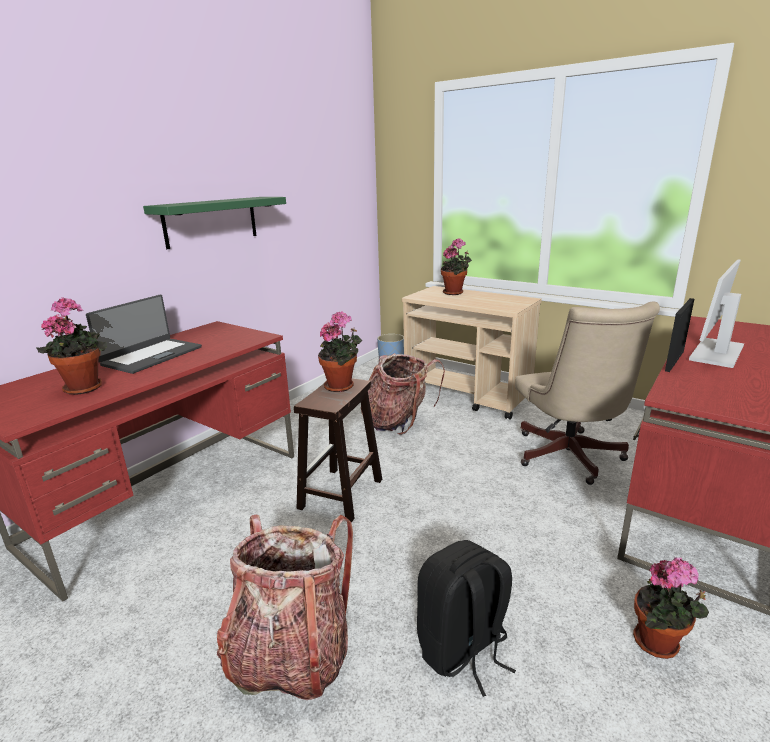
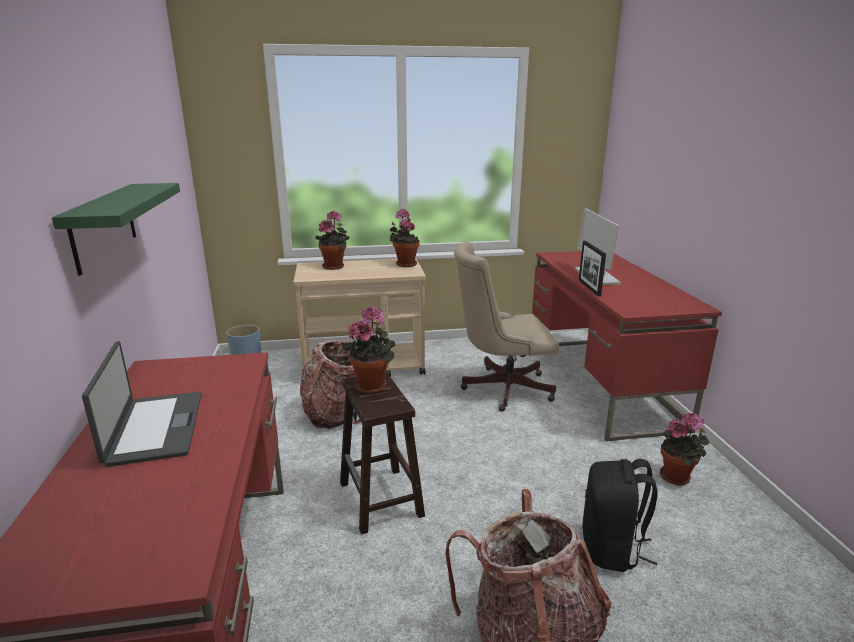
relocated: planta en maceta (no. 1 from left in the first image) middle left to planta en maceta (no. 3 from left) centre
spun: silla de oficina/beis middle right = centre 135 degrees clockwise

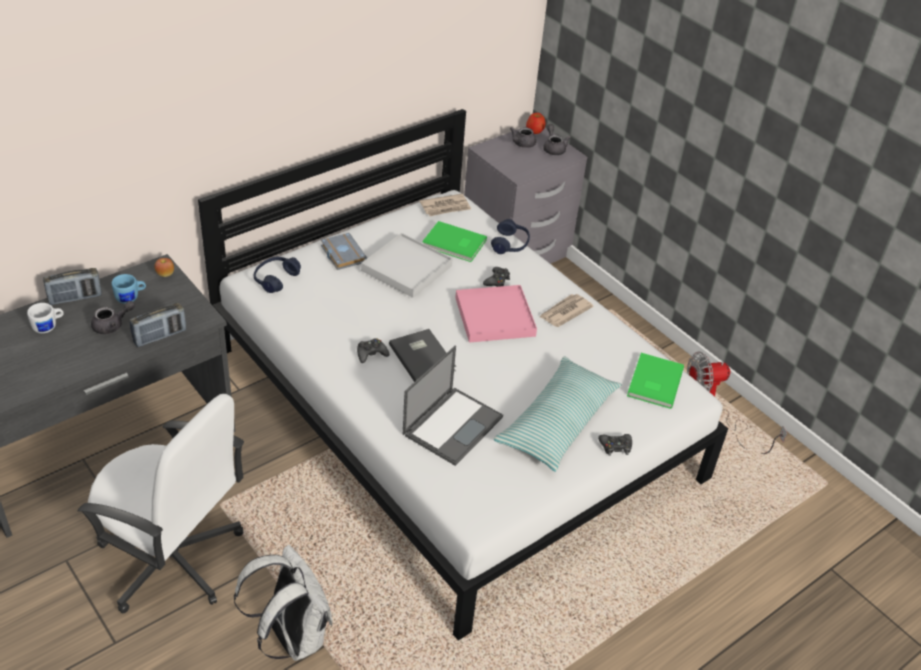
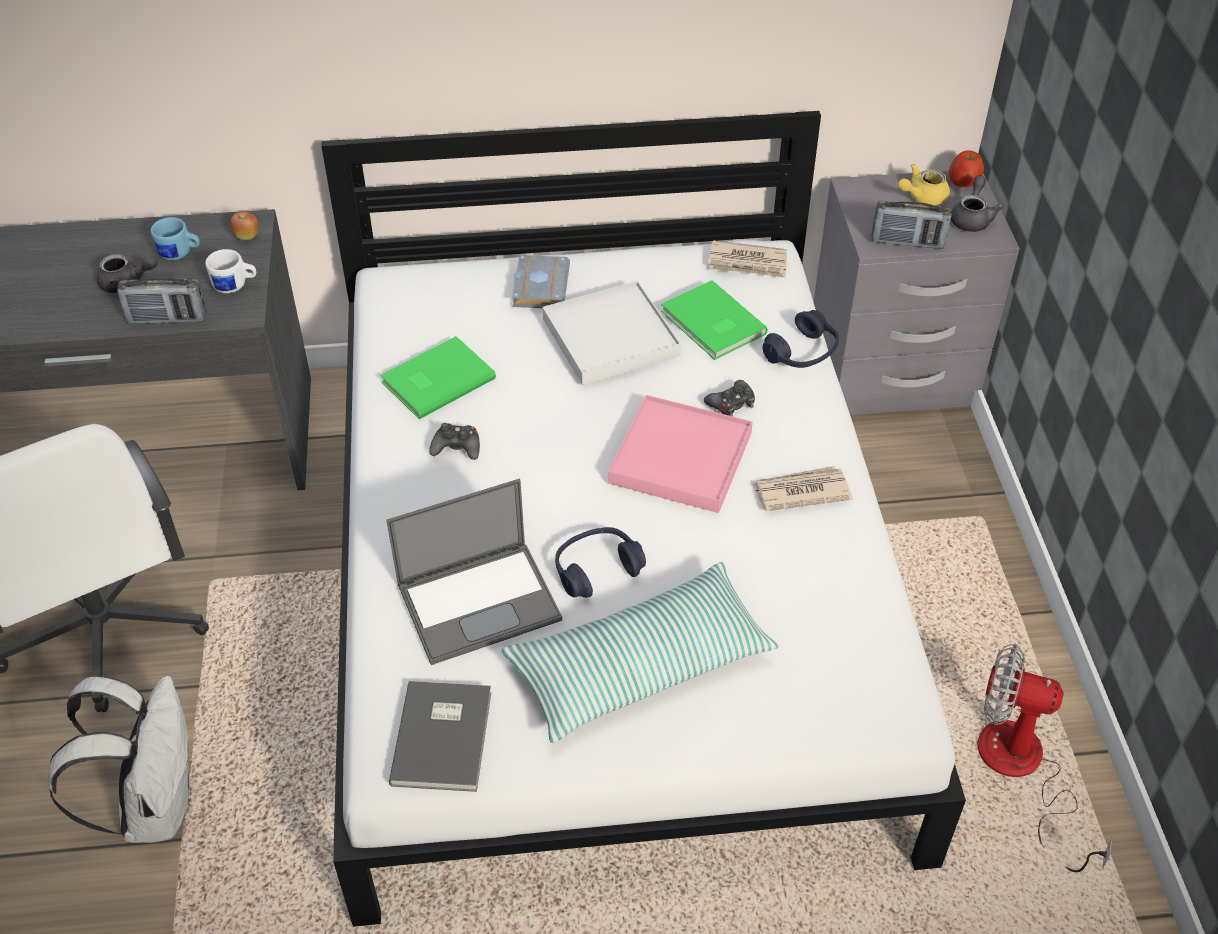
missing: mando de consola/negro (no. 3 from left) middle right
relocated: taza grande/blanco middle left to top left; radio (no. 1 from left in the first image) middle left to radio (no. 2 from left) top right; auriculares/azul (no. 1 from left) middle left to centre; libro/gris (no. 2 from left in the first image) centre to libro/gris (no. 1 from left) bottom centre; libro/verde (no. 2 from left in the first image) middle right to libro/verde (no. 1 from left) centre
colour: tetera/gris (no. 2 from left) top centre to tetera/amarillo top right

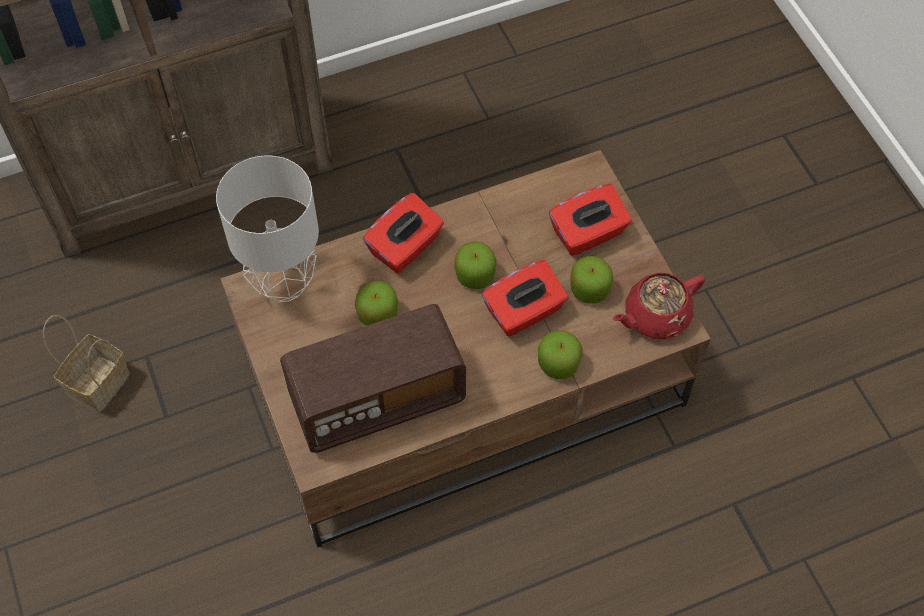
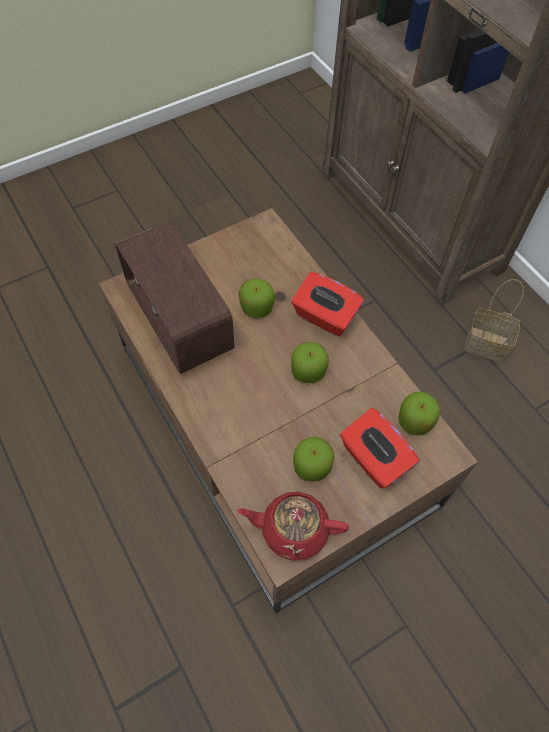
missing: lámpara de mesa/gris middle left; caja de pañuelos/rojo (no. 2 from left) centre
relocated: cesta middle left to middle right; manzana (no. 3 from left in the first image) centre to manzana (no. 4 from left) middle right
spun: tetera/rojo middle right = bottom centre 45 degrees counterclockwise

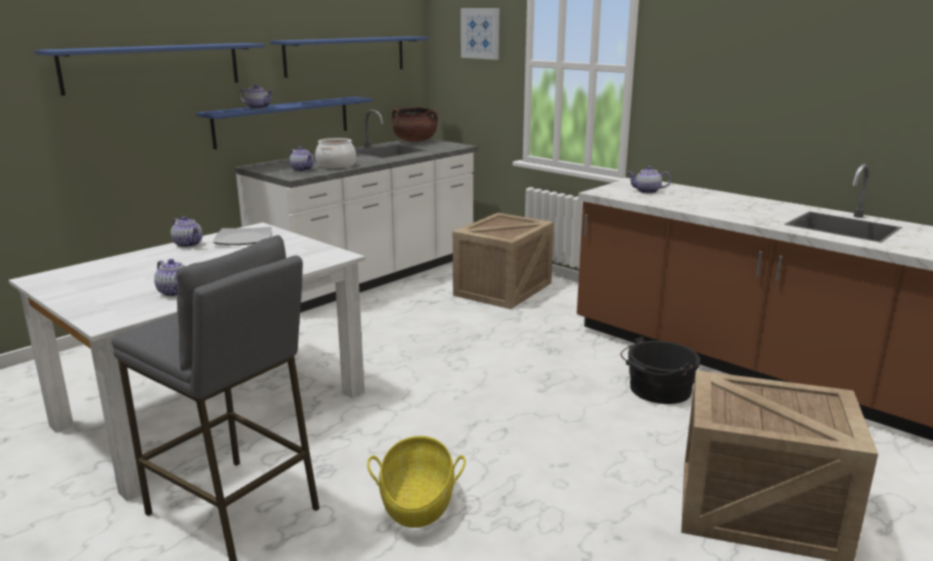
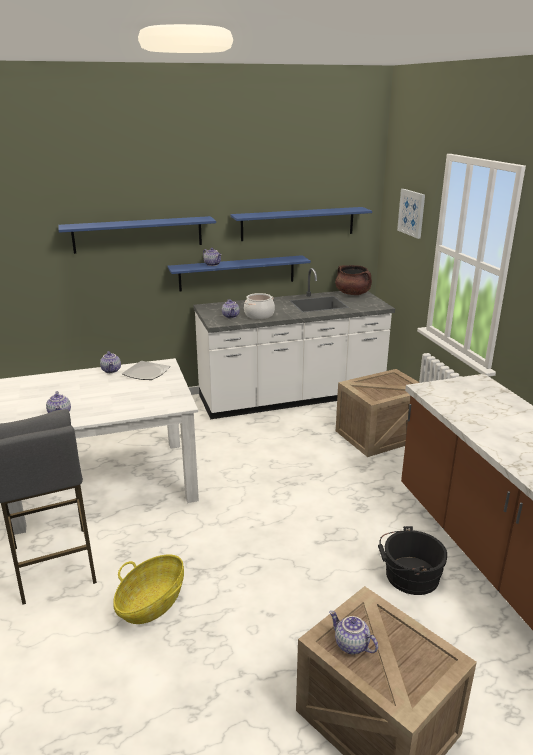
relocated: tetera (no. 5 from left) top right to bottom centre

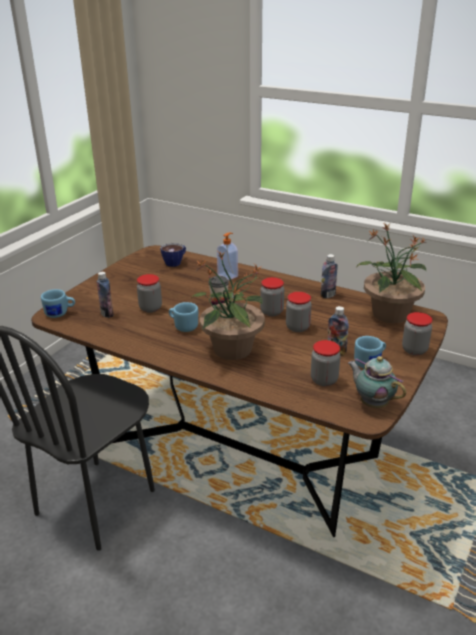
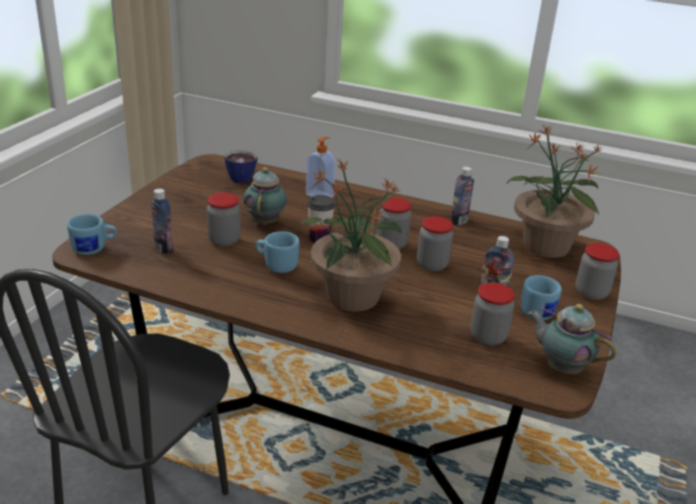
appeared: tetera (no. 1 from left) centre

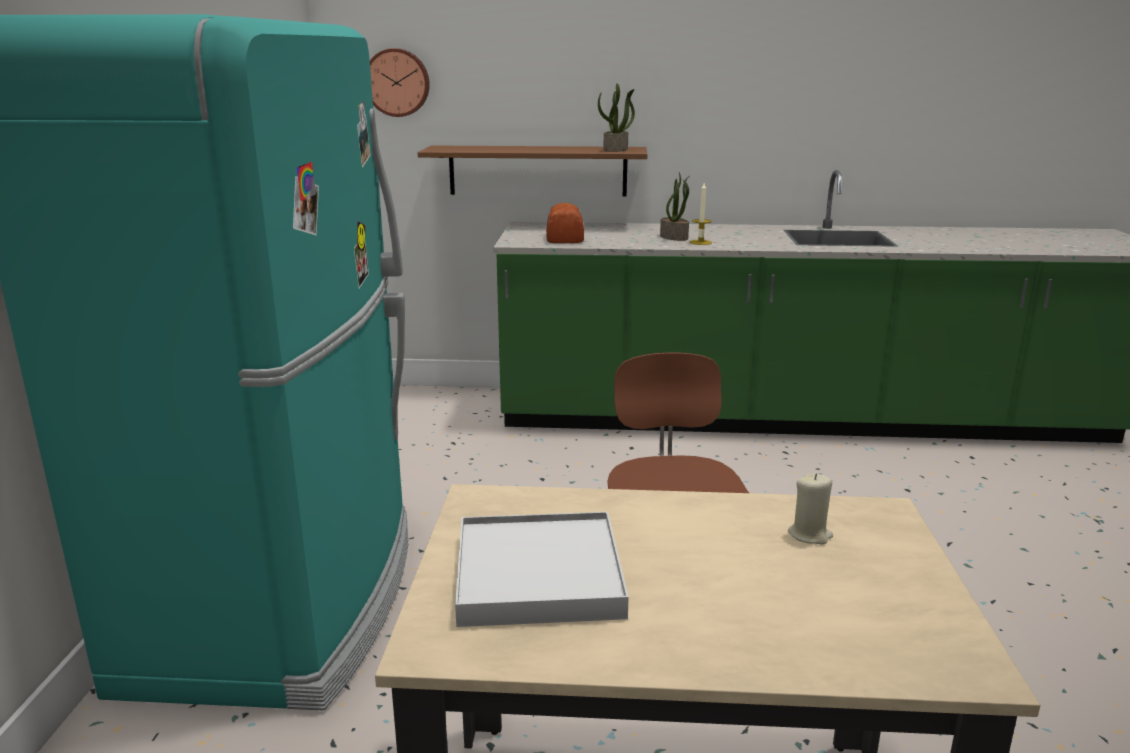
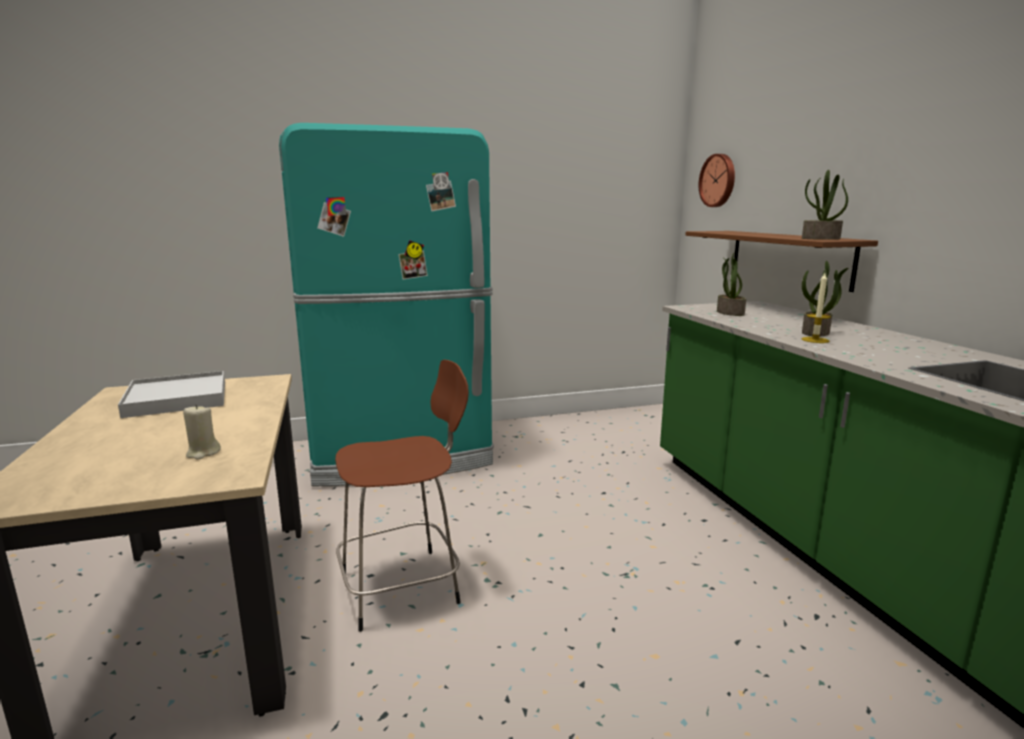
exchanged: pan top centre to planta en maceta (no. 1 from left) middle right

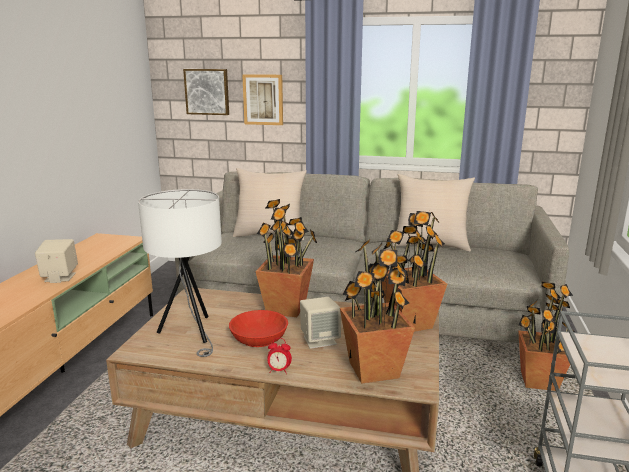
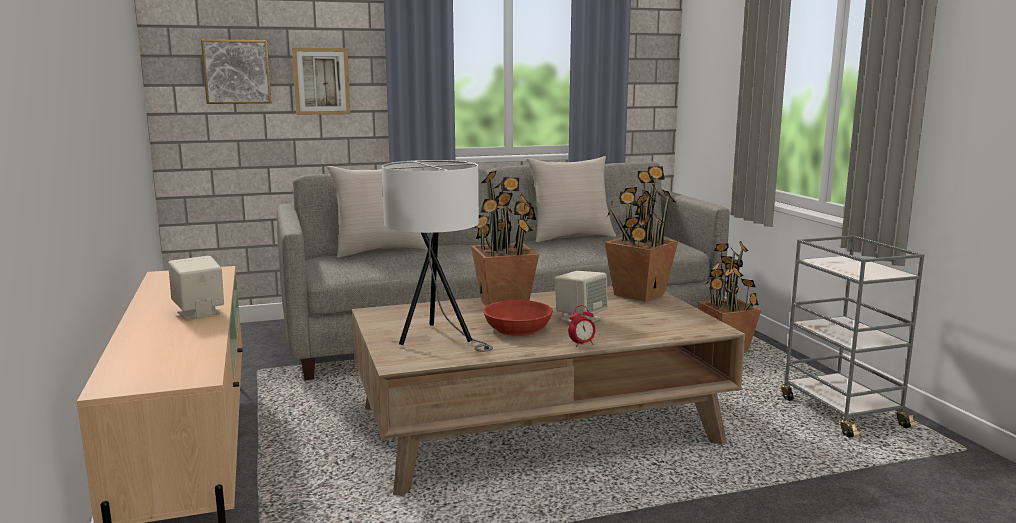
missing: planta en maceta (no. 2 from left) centre

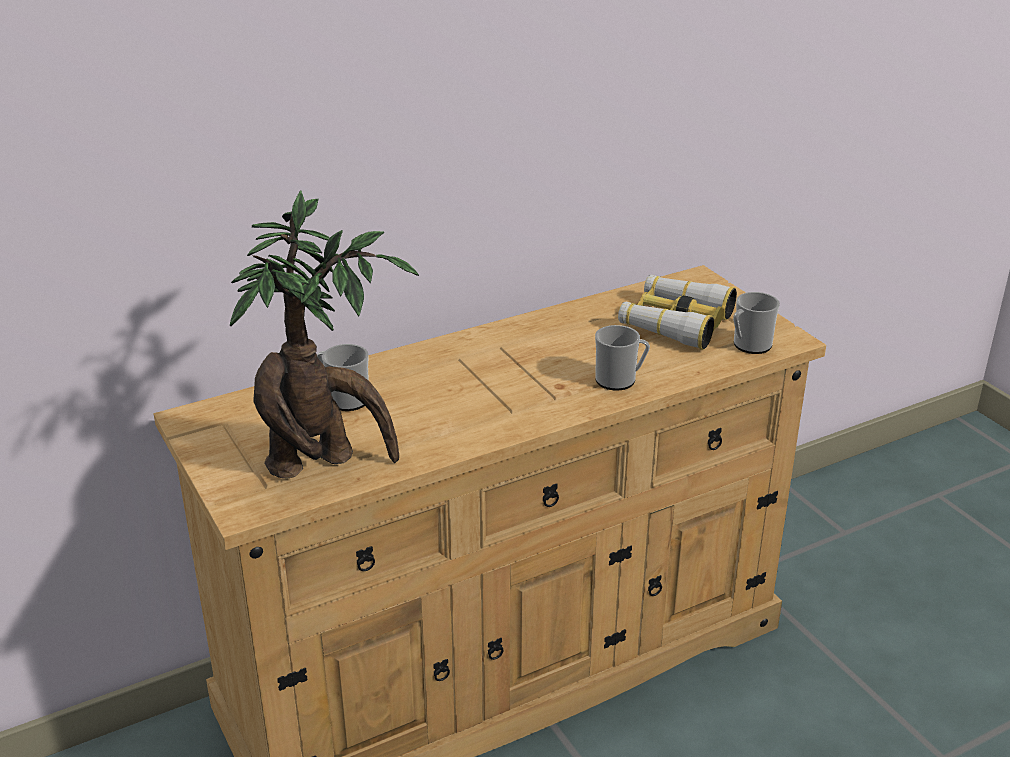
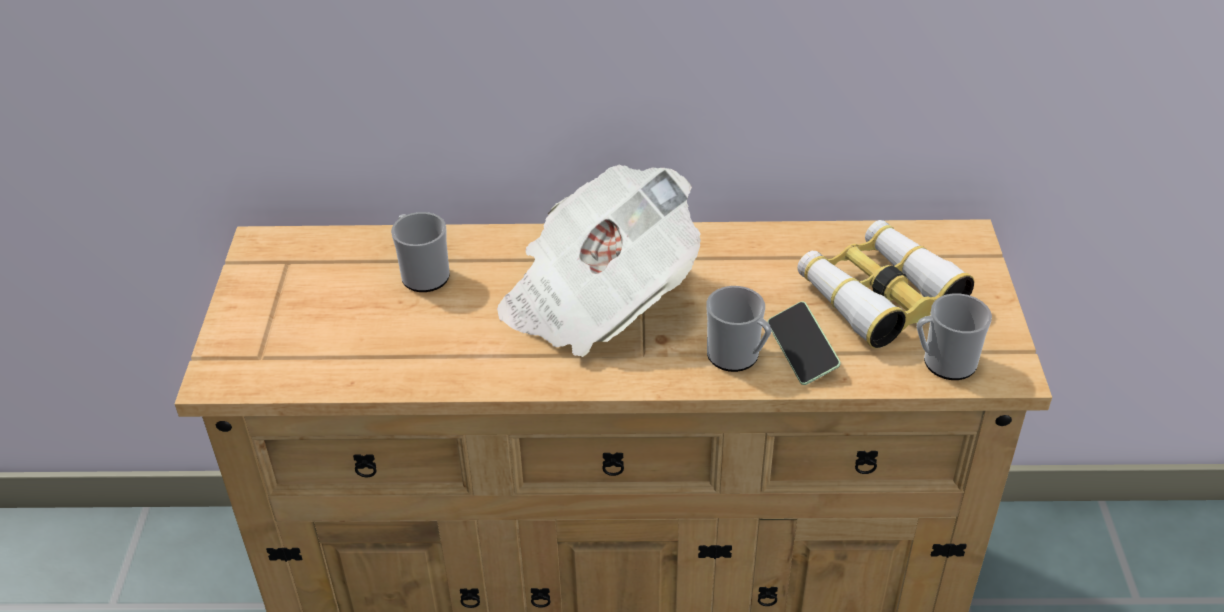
missing: planta en maceta middle left
appeared: periódico centre; móvil centre

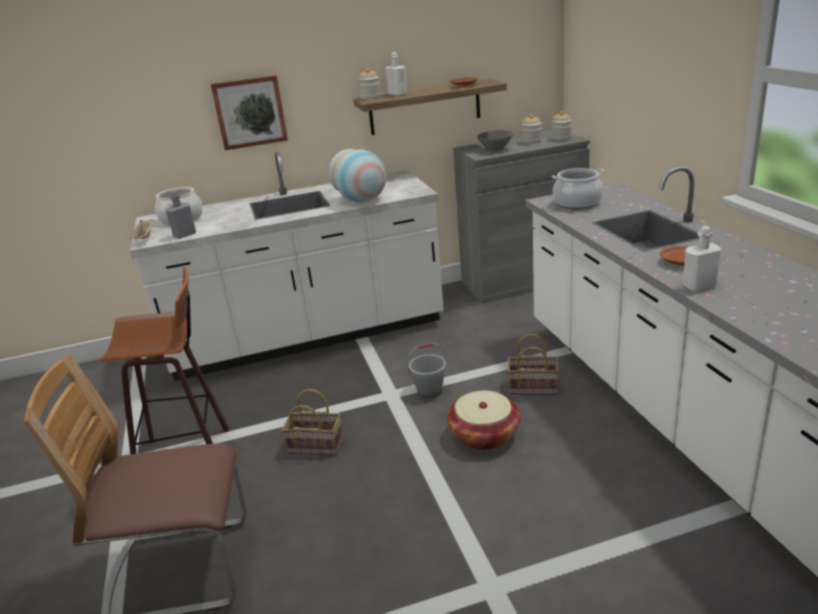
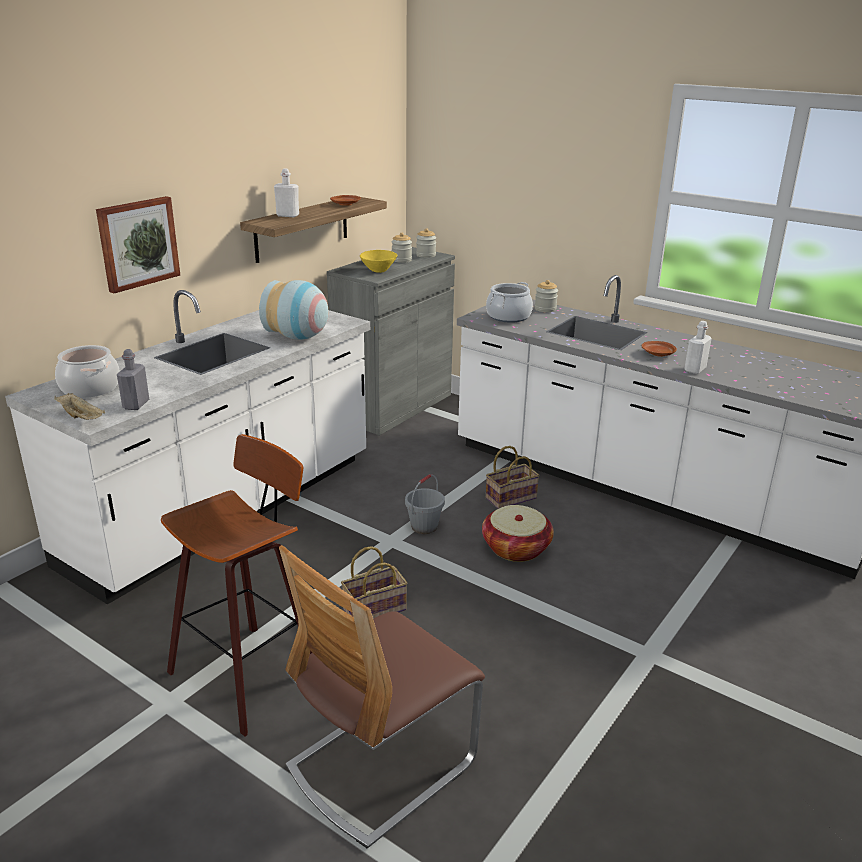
relocated: tarro (no. 1 from left in the first image) top centre to tarro (no. 3 from left) centre
colour: cuenco/gris top centre to cuenco/amarillo top centre

